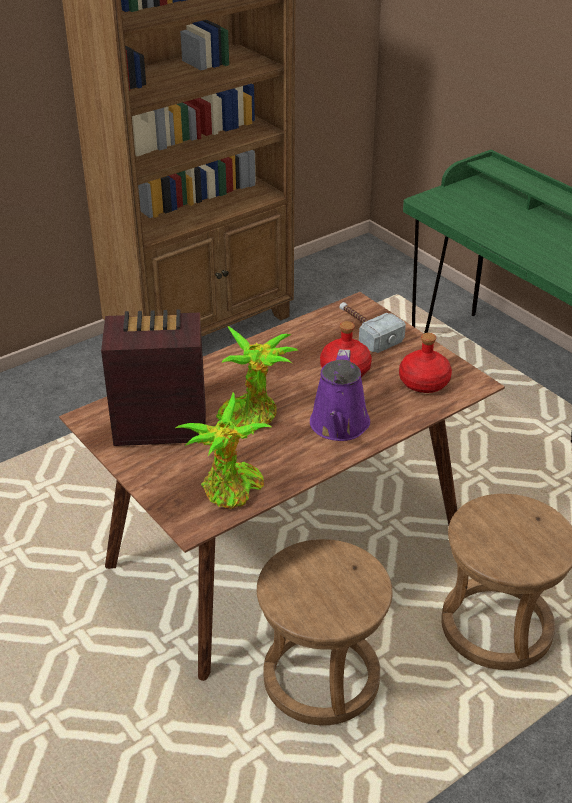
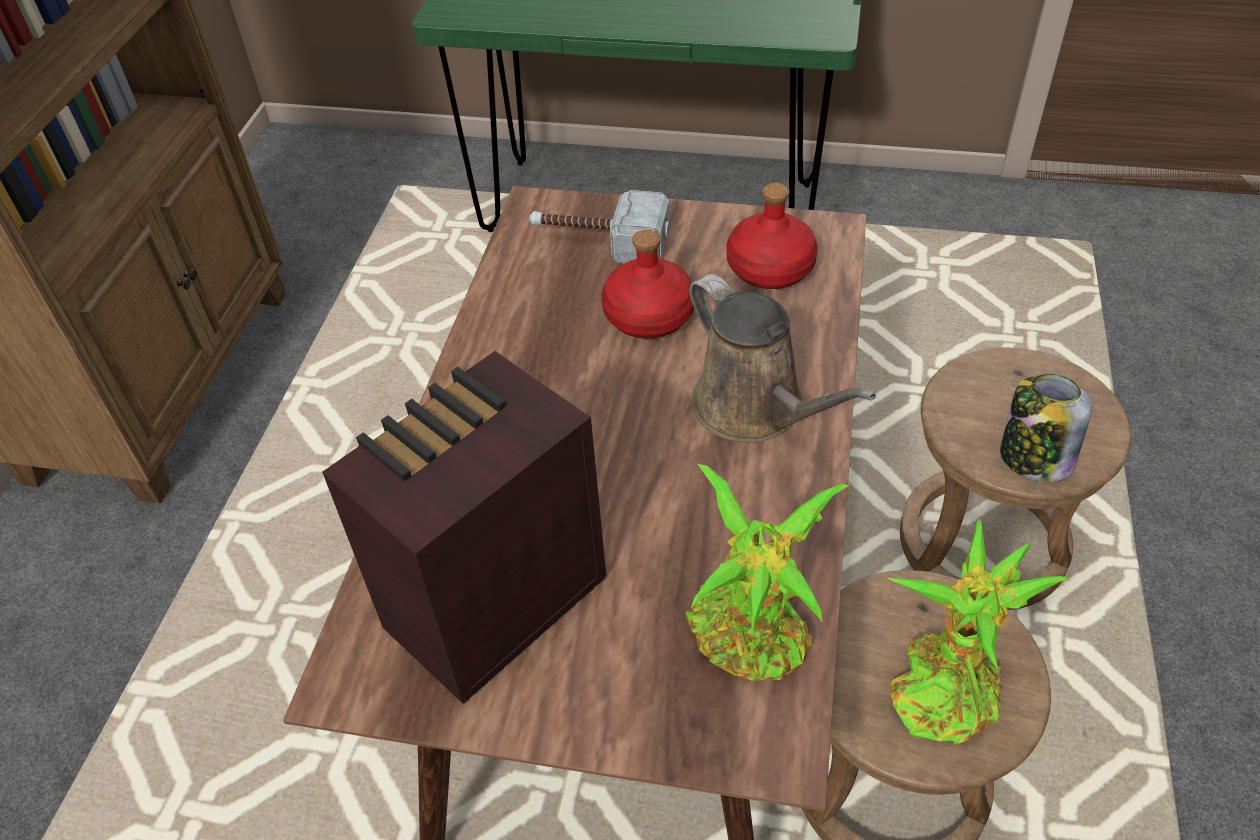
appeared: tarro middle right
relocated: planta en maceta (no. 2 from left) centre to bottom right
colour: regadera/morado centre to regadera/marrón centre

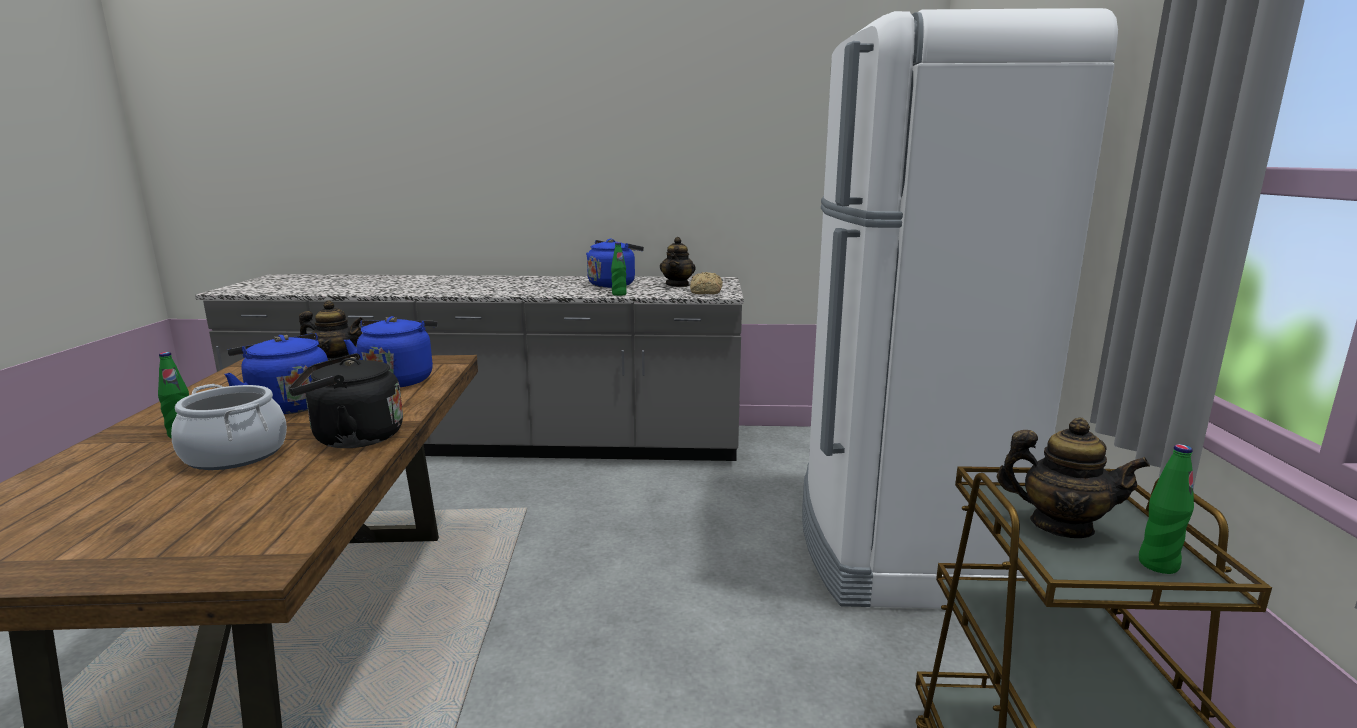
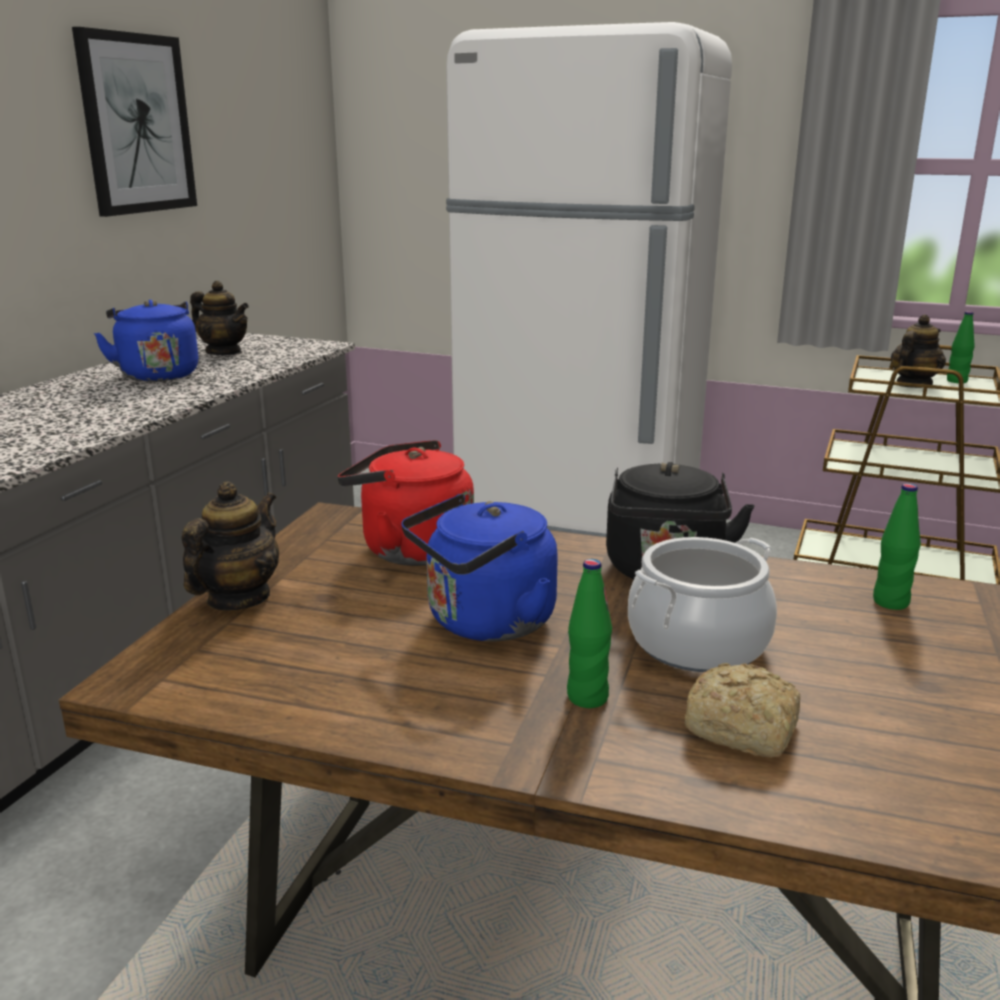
appeared: cuadro top left
relocated: botella/verde (no. 2 from left) centre to middle right; pan centre to bottom right
colour: hervidor/azul (no. 2 from left) middle left to hervidor/rojo centre

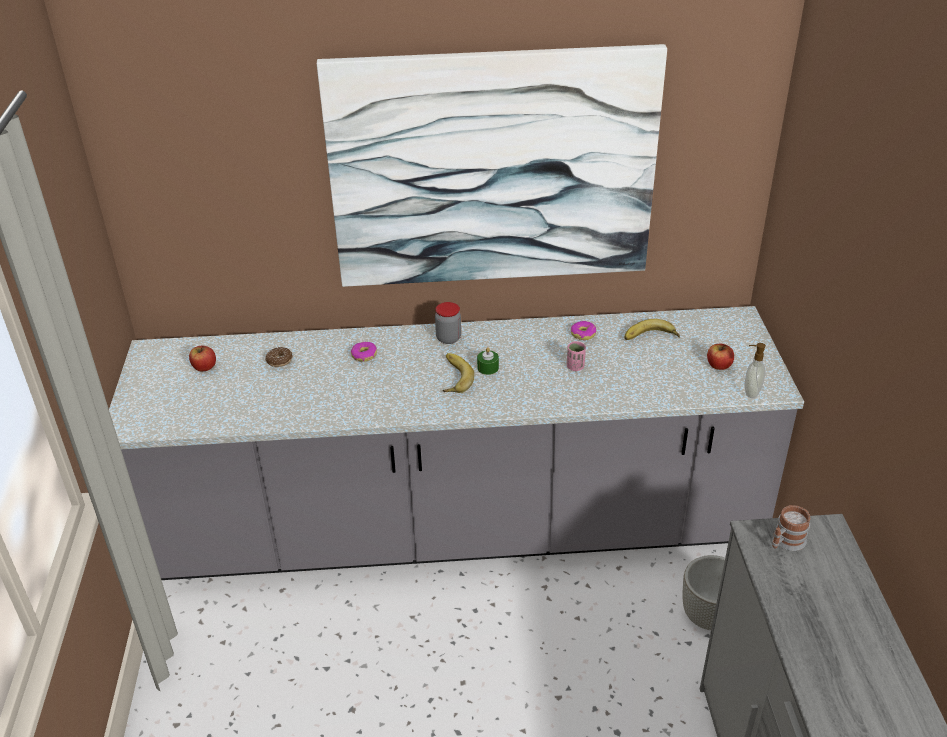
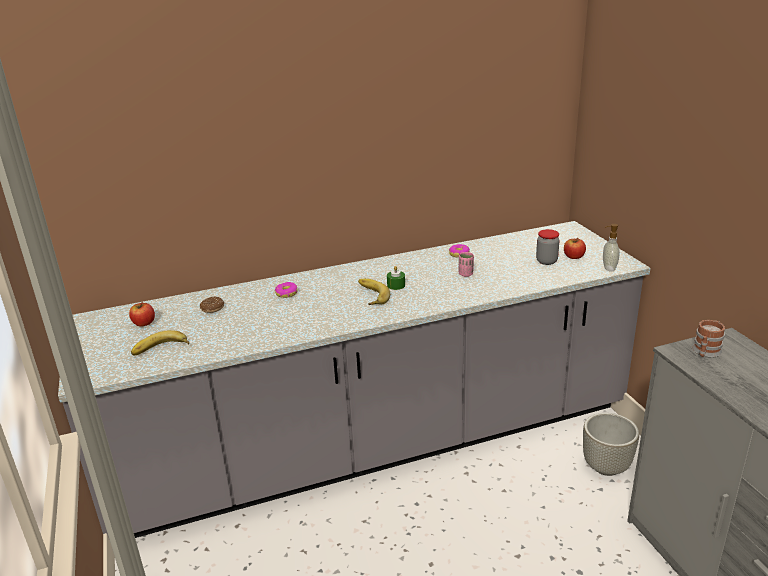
missing: cuadro top centre
relocated: tarro centre to middle right; plátano (no. 2 from left in the first image) middle right to plátano (no. 1 from left) middle left

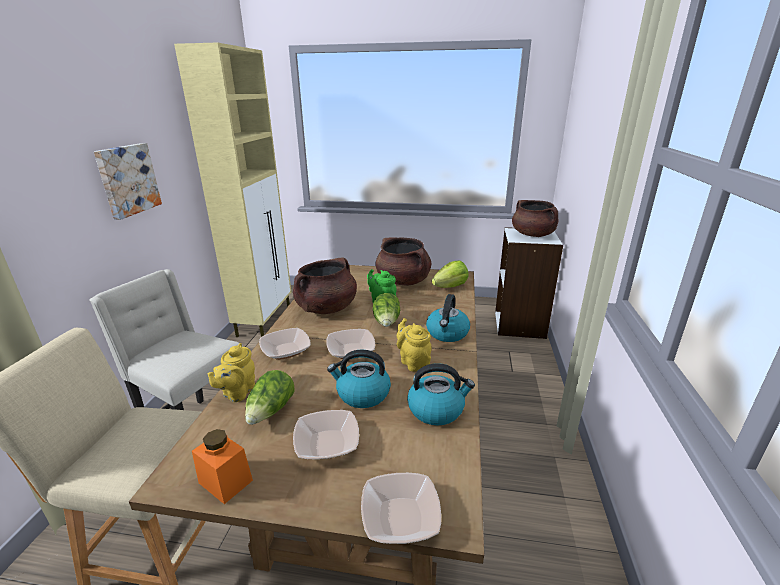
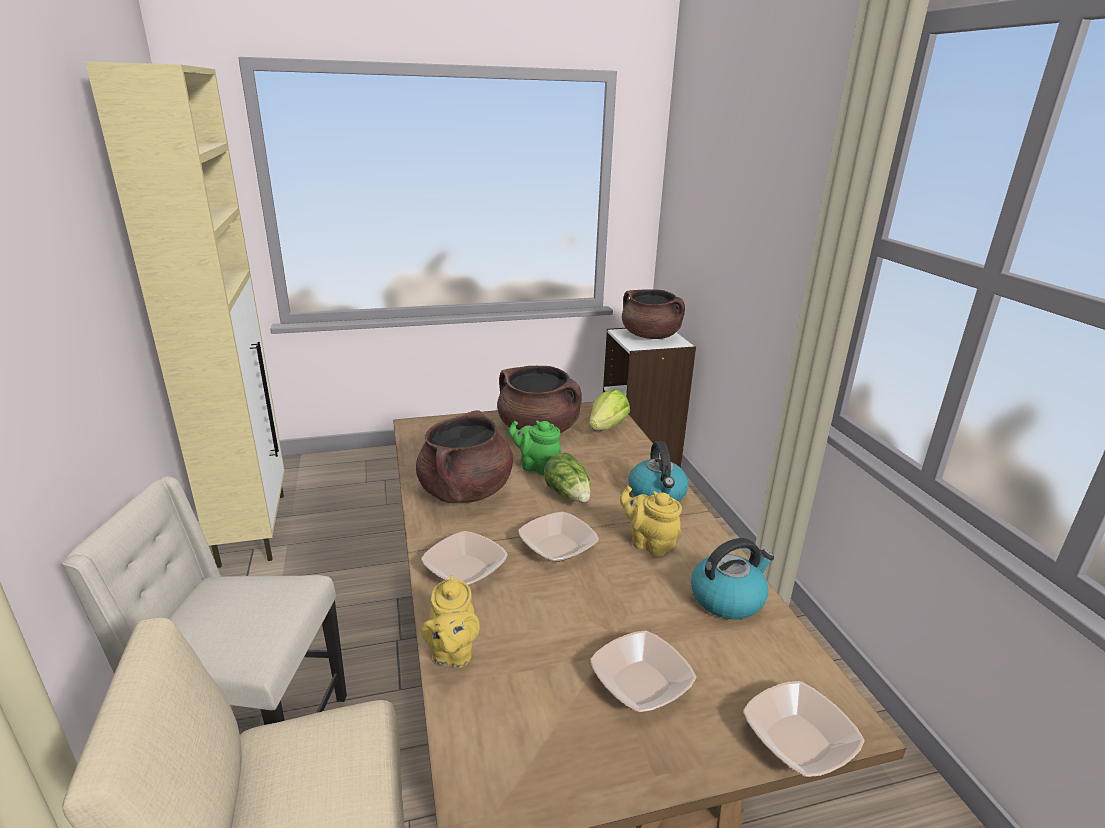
missing: cuadro top left; tarro/naranja bottom left; lechuga (no. 1 from left) bottom centre; hervidor (no. 1 from left) centre

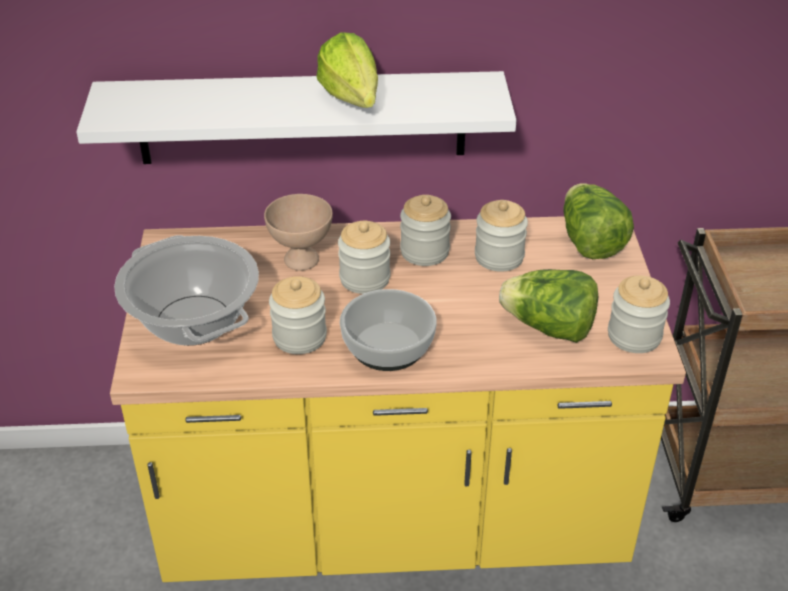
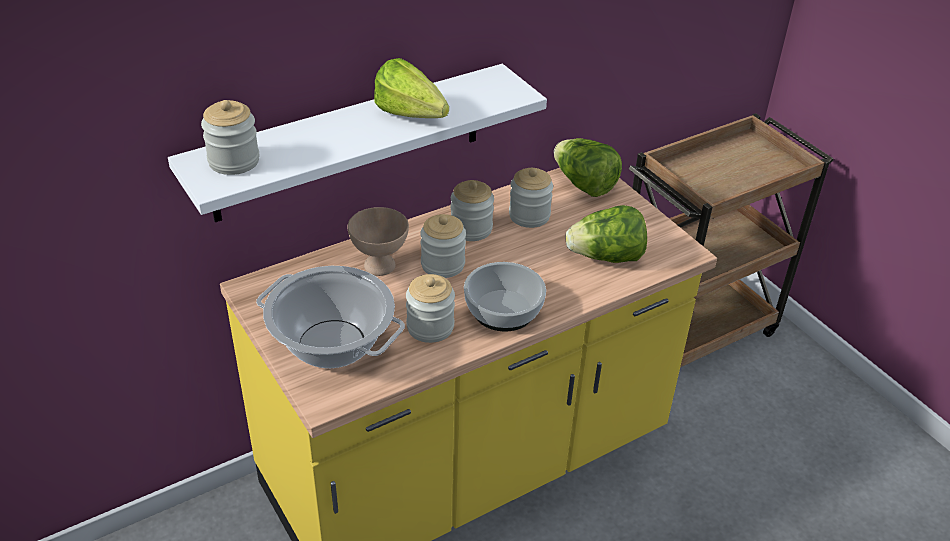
relocated: tarro (no. 5 from left in the first image) middle right to tarro (no. 1 from left) top left

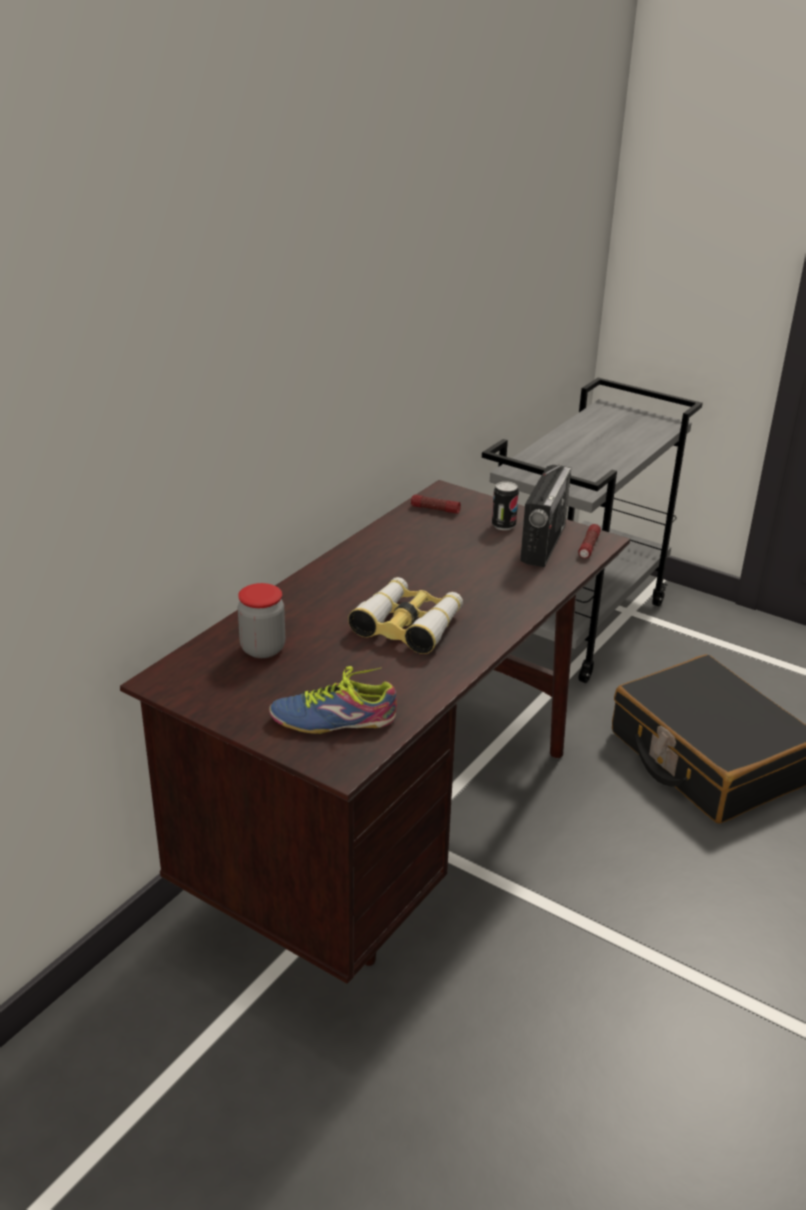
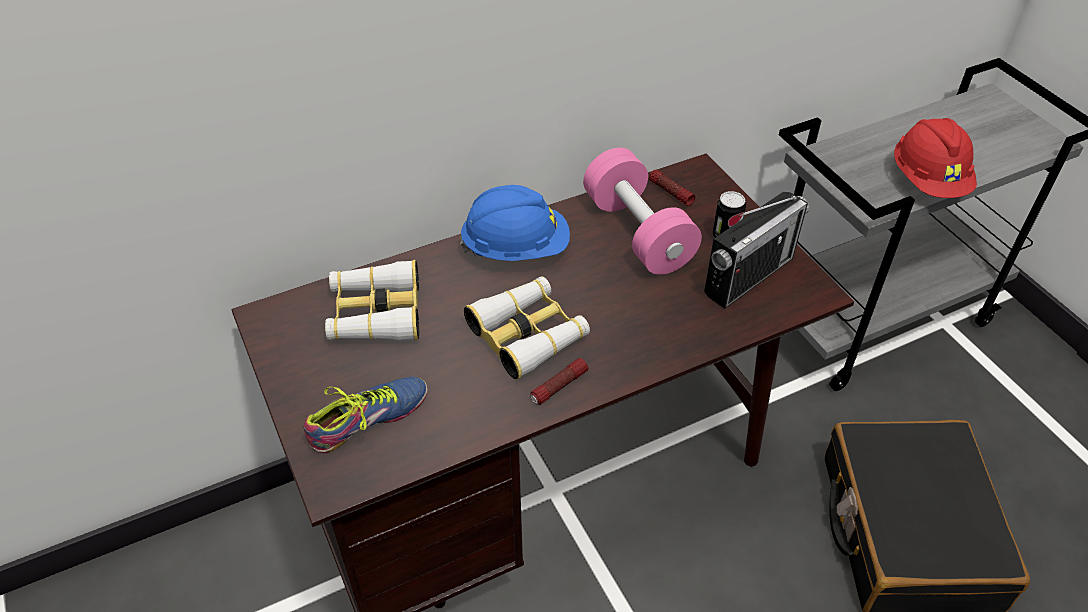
appeared: casco/azul centre; mancuerna/rosa centre; casco/rojo top right
relocated: linterna (no. 2 from left in the first image) middle right to linterna (no. 1 from left) centre
exchanged: tarro middle left to prismáticos (no. 1 from left) centre
spun: zapato centre = bottom centre 120 degrees clockwise

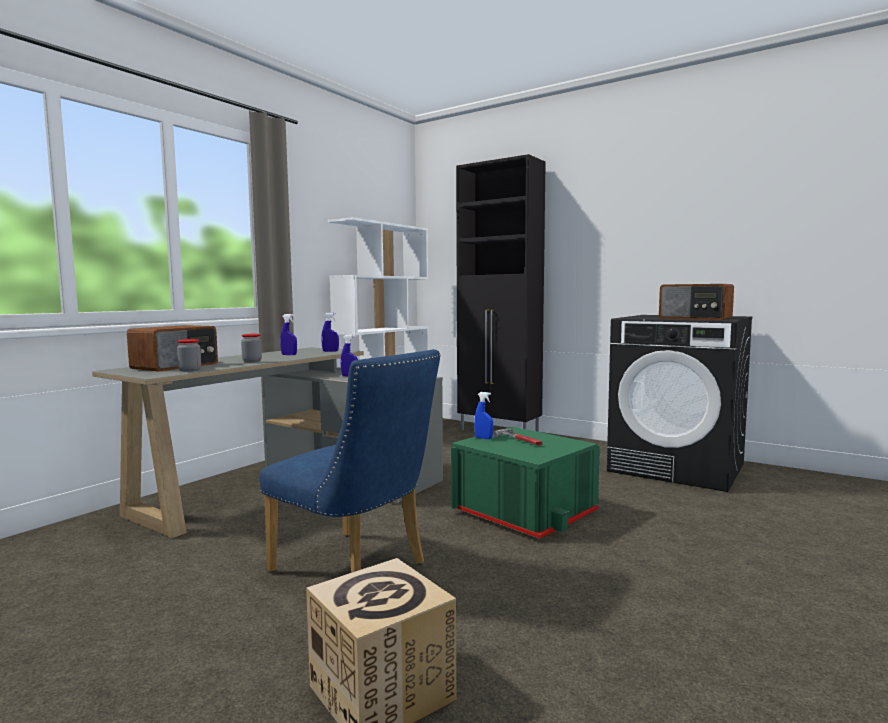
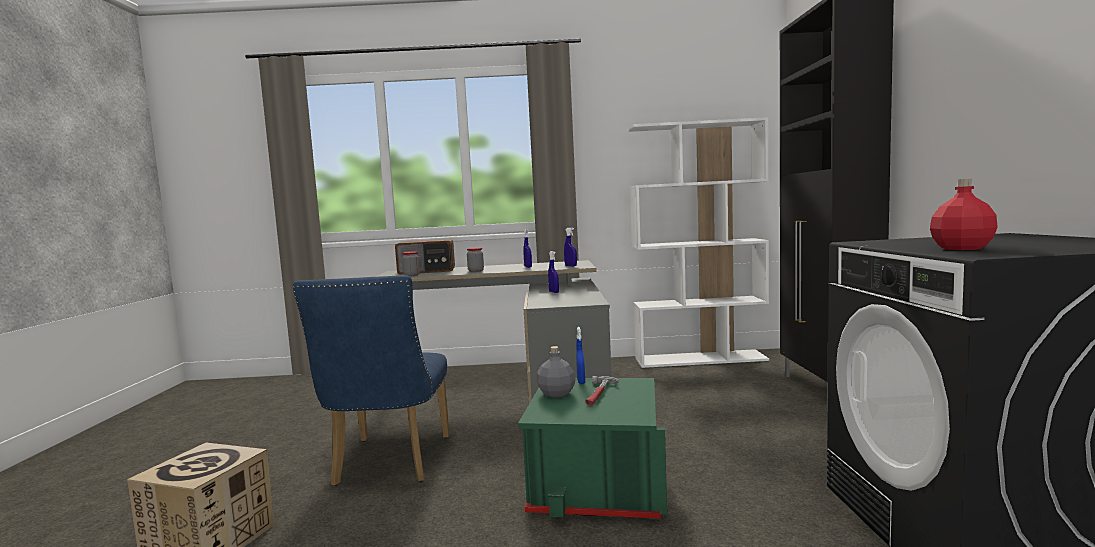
appeared: botella/gris bottom centre
exchanged: radio (no. 2 from left) middle right to botella/rojo middle right

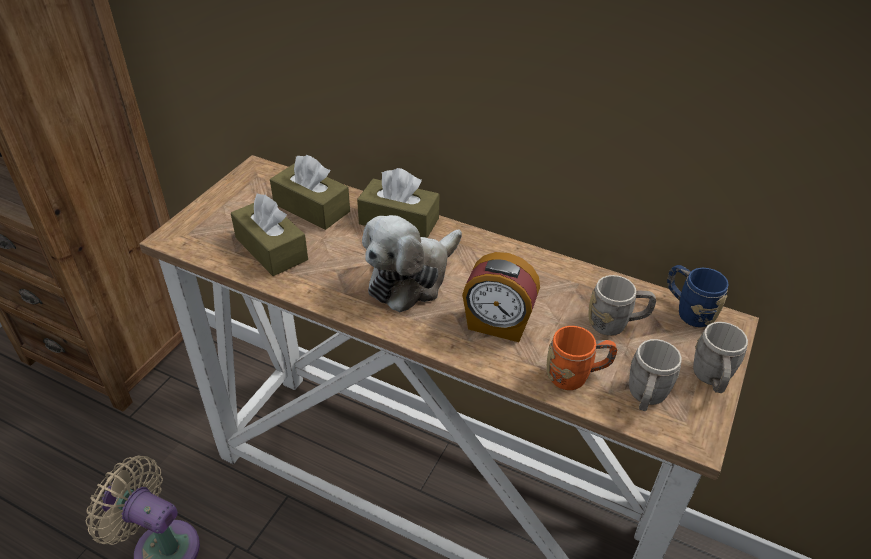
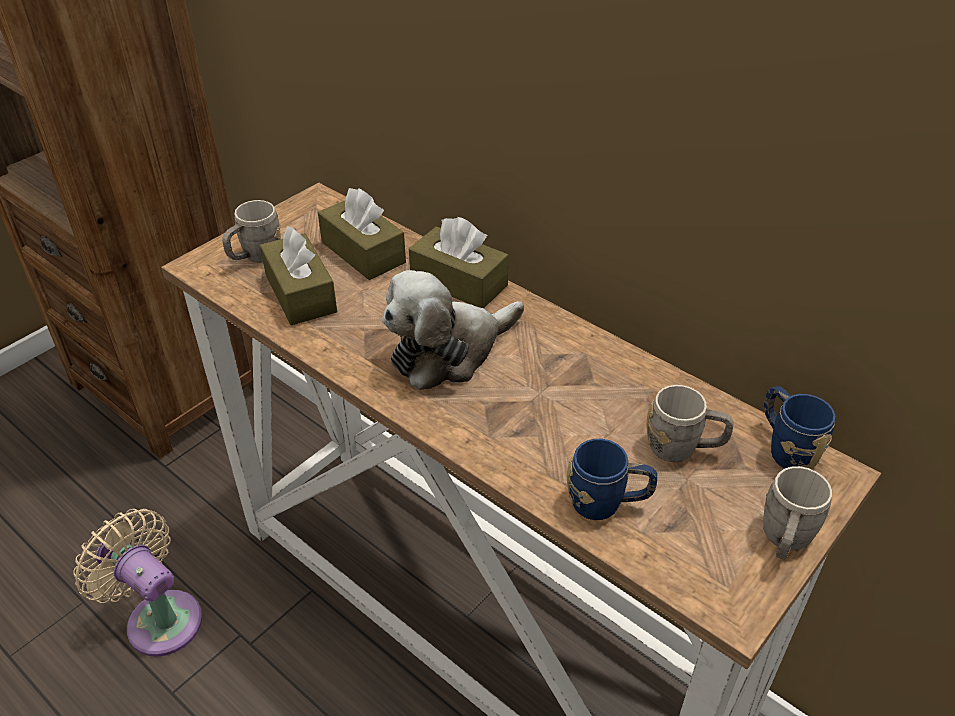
missing: despertador centre
relocated: taza grande/gris (no. 2 from left in the first image) bottom right to taza grande/gris (no. 1 from left) top left
colour: taza grande/naranja middle right to taza grande/azul (no. 1 from left) bottom centre

